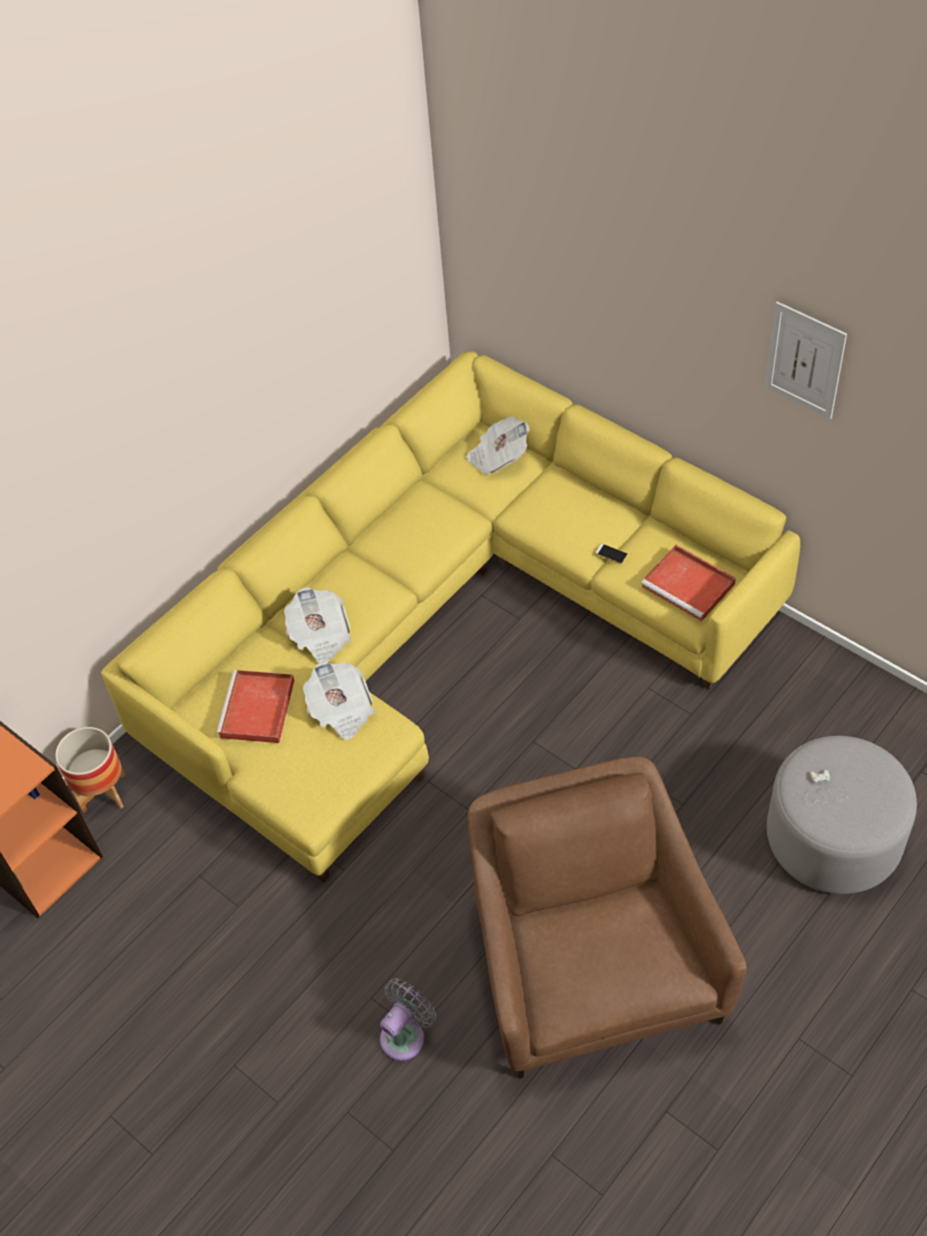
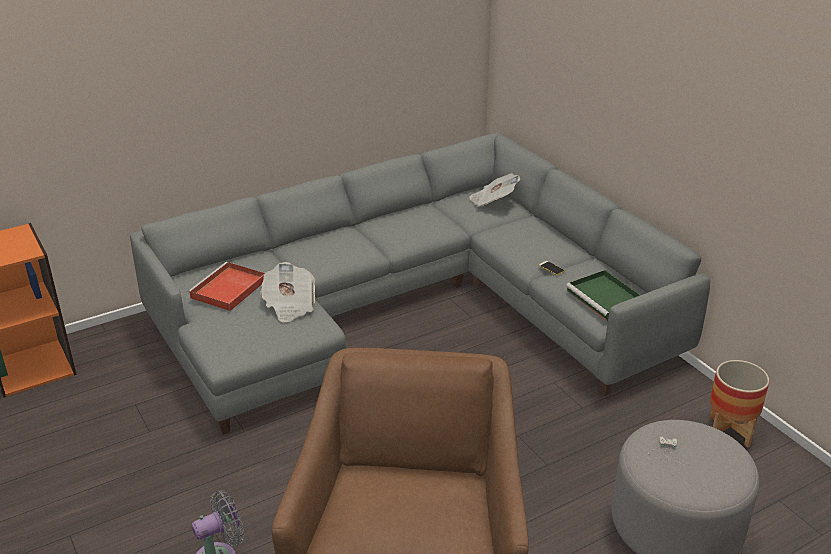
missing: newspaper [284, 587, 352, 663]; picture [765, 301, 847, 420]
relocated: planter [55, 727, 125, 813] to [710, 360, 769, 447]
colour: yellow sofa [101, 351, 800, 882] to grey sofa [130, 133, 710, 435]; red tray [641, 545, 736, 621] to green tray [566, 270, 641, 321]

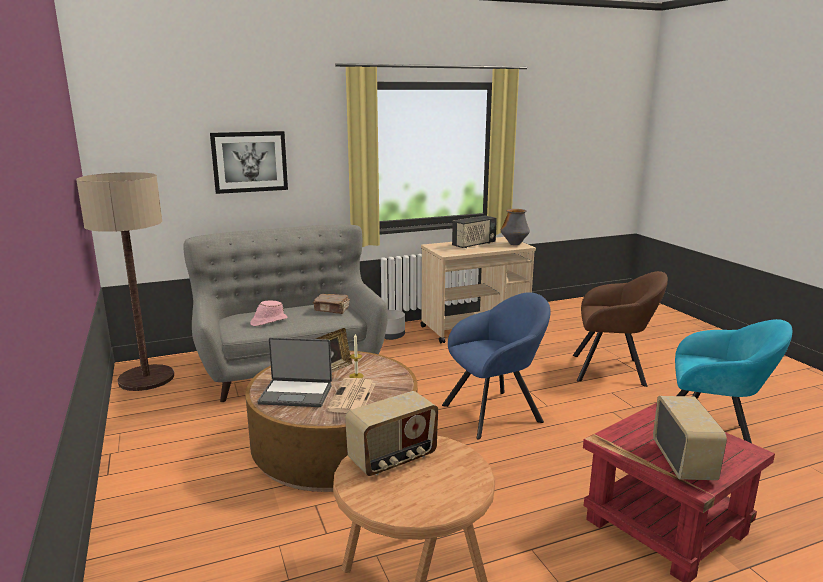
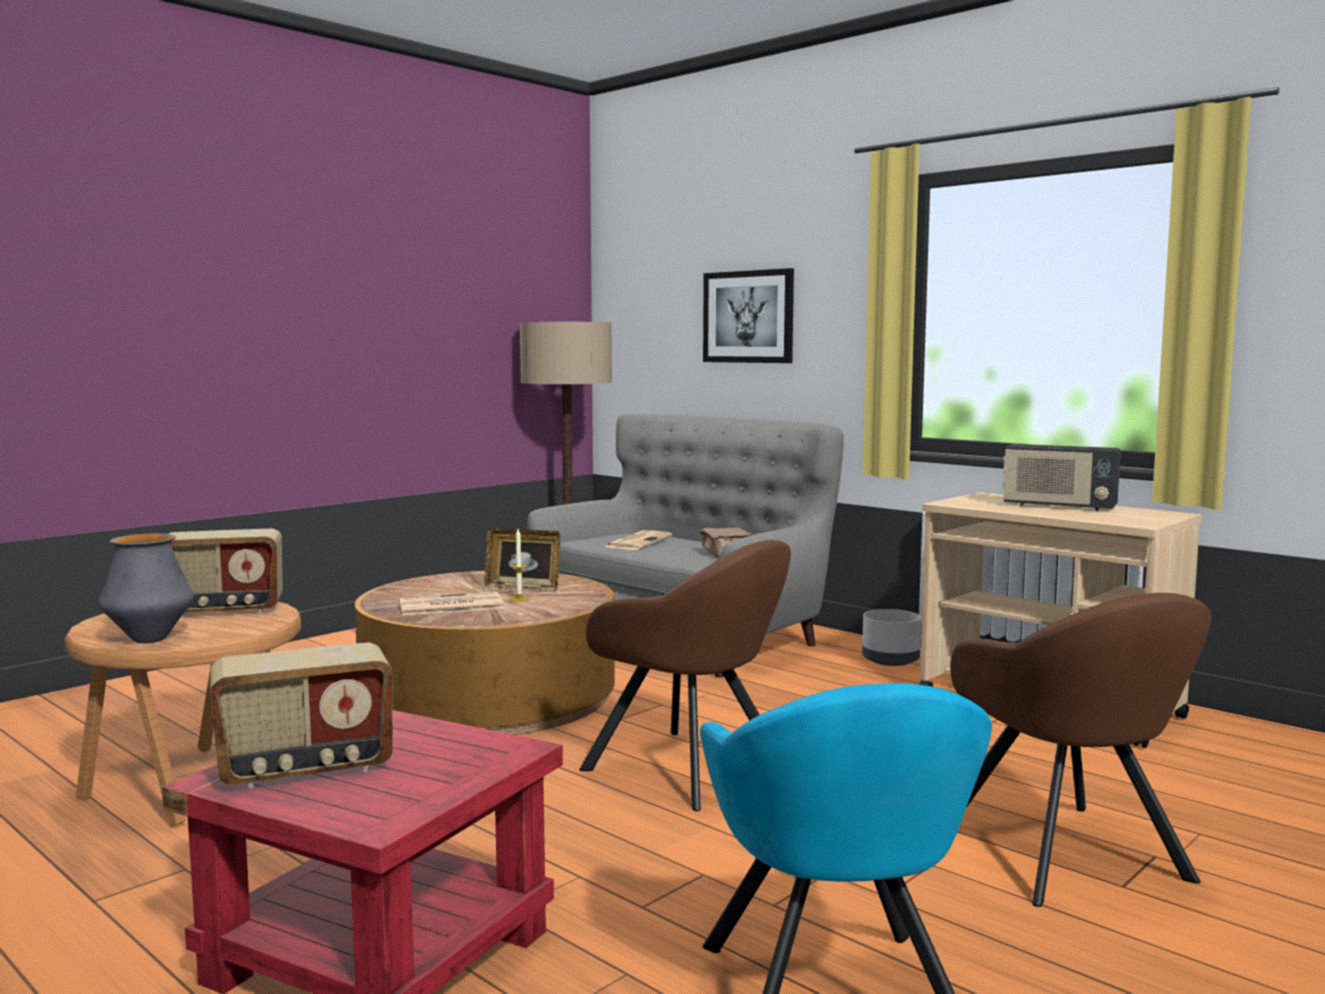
missing: laptop [257, 337, 332, 407]
relocated: vase [501, 209, 530, 245] to [98, 533, 194, 643]
exchanged: pink hat [250, 301, 288, 326] to newspaper [605, 531, 672, 550]
colour: blue armchair [442, 292, 551, 439] to brown armchair [579, 540, 791, 811]
spun: radio [345, 391, 438, 476] = [168, 529, 283, 618] 45 degrees counterclockwise

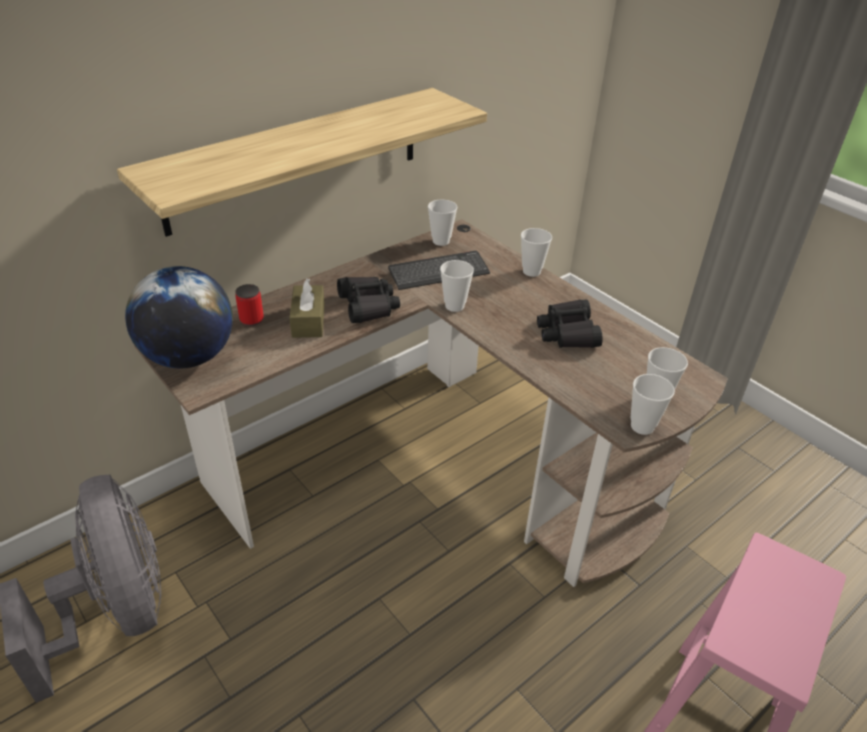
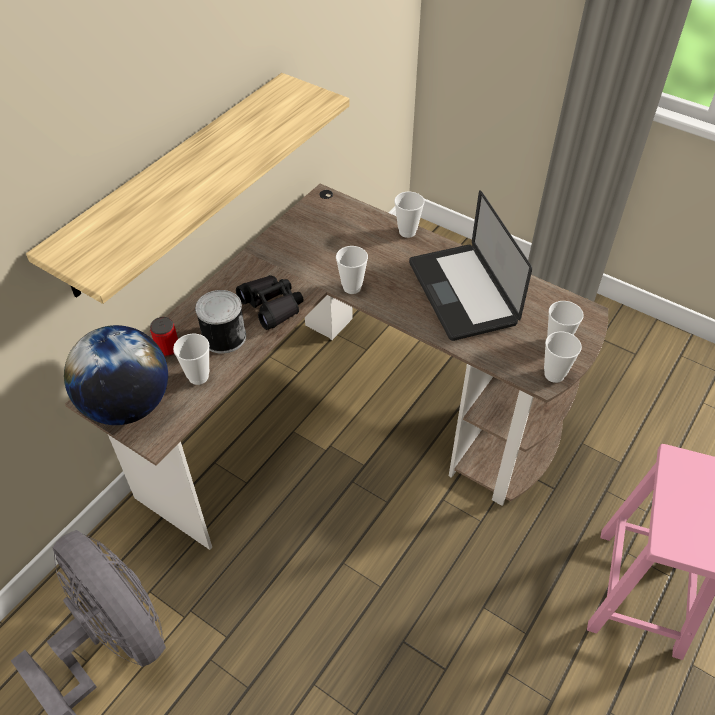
missing: keyboard [388, 251, 490, 290]
relocated: cup [428, 199, 457, 246] to [173, 334, 209, 385]
exchanged: brown tissue box [289, 278, 325, 338] to can [195, 290, 246, 354]; black binoculars [537, 299, 603, 348] to laptop [409, 190, 532, 341]

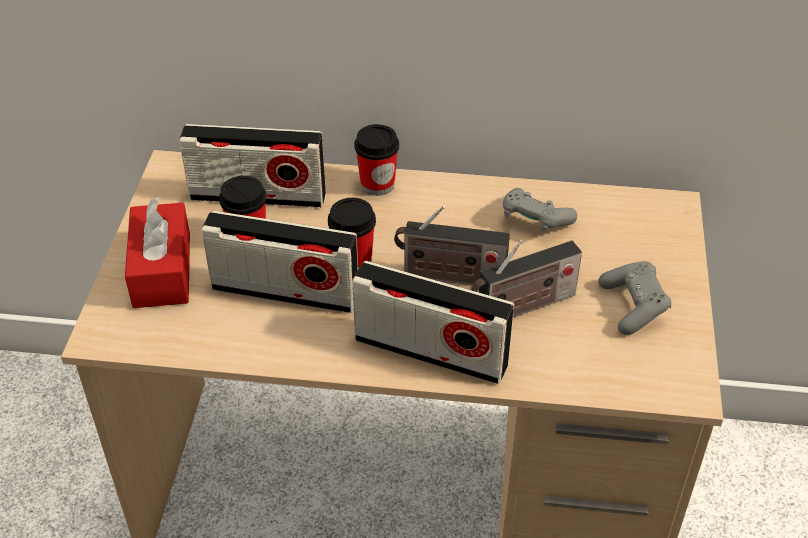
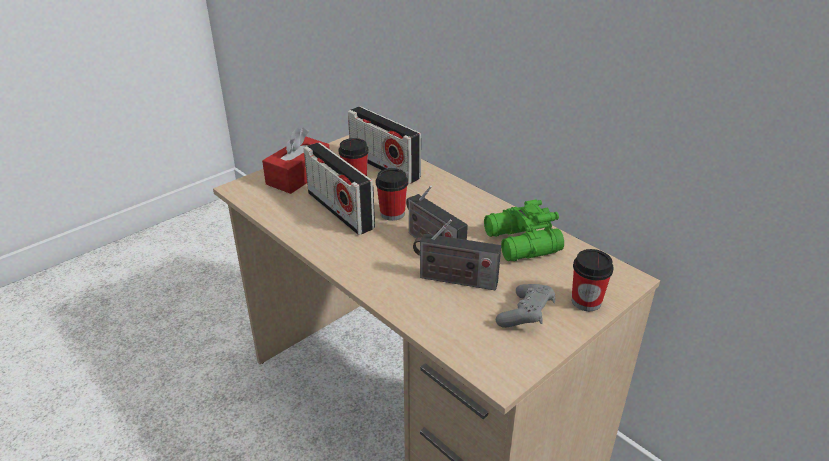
missing: radio [352, 261, 514, 384]
relocated: cup [354, 124, 399, 196] to [572, 249, 614, 311]
exchanged: grey game controller [503, 188, 577, 233] to green binoculars [484, 200, 564, 261]

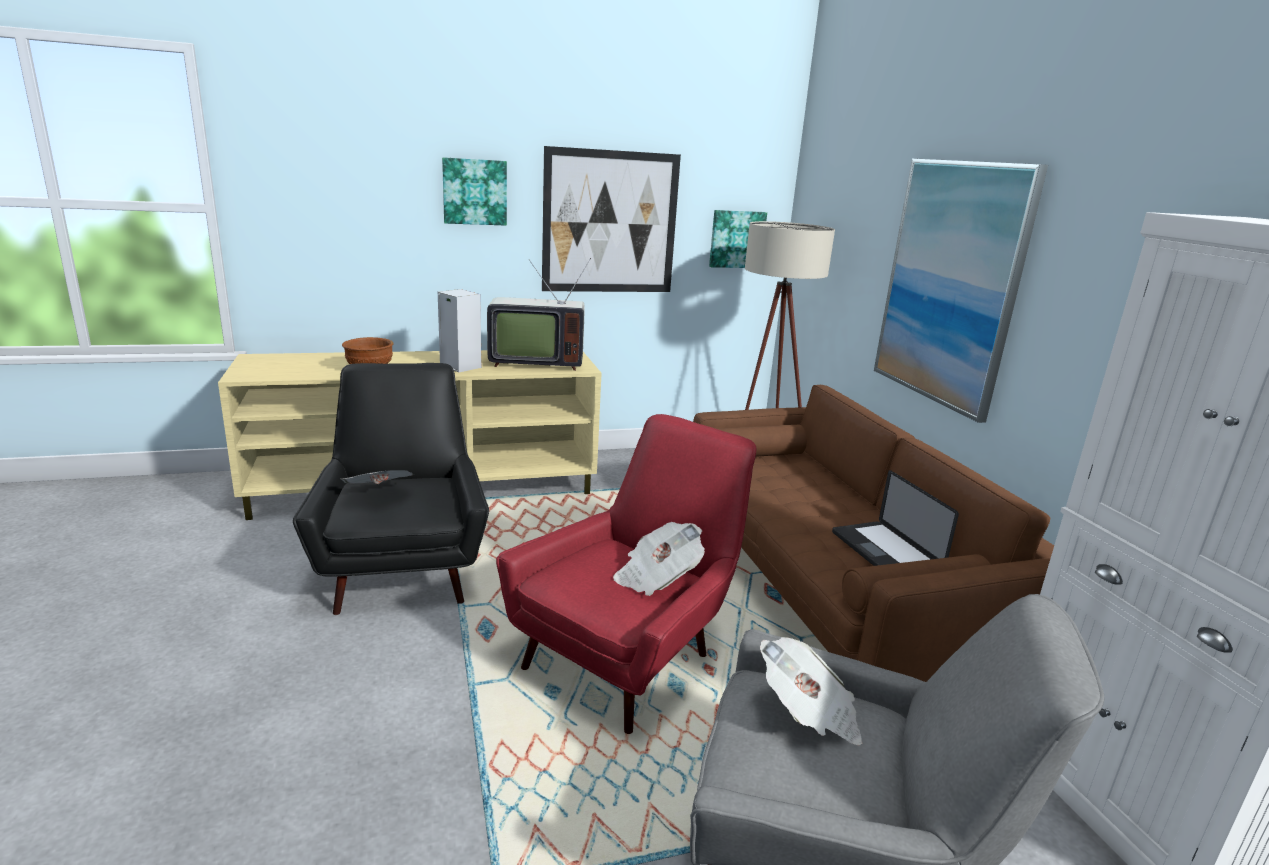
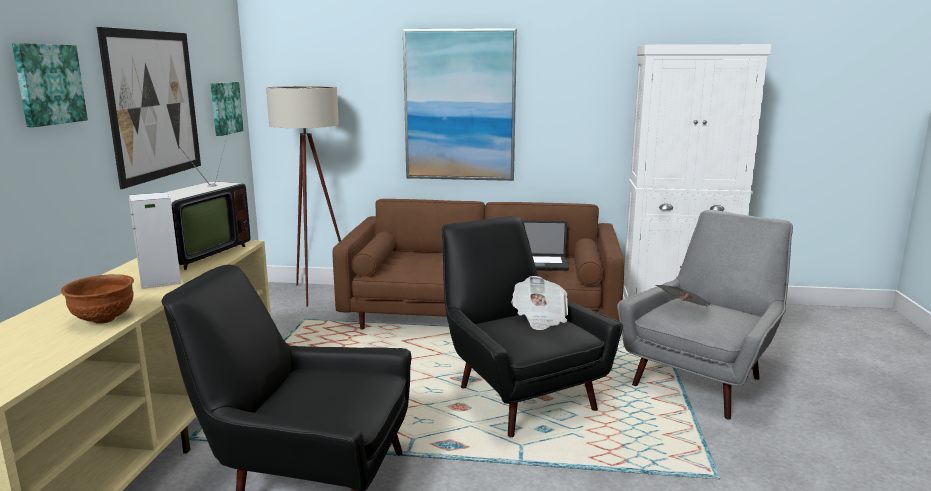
missing: newspaper [341, 470, 414, 484]
colour: red armchair [496, 414, 757, 734] to black armchair [442, 216, 623, 437]

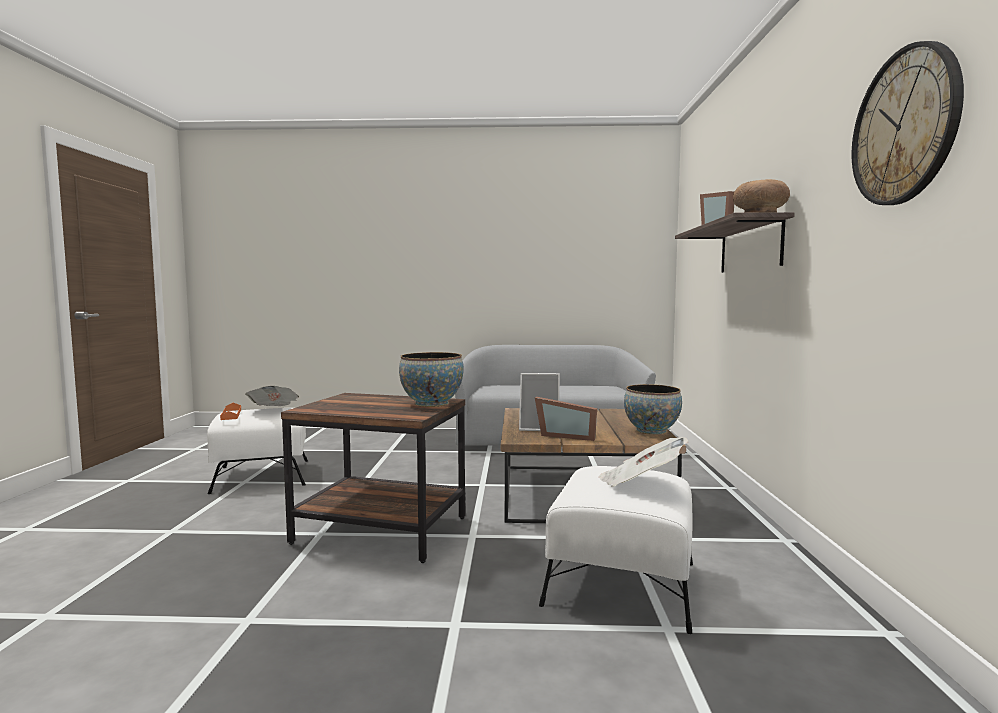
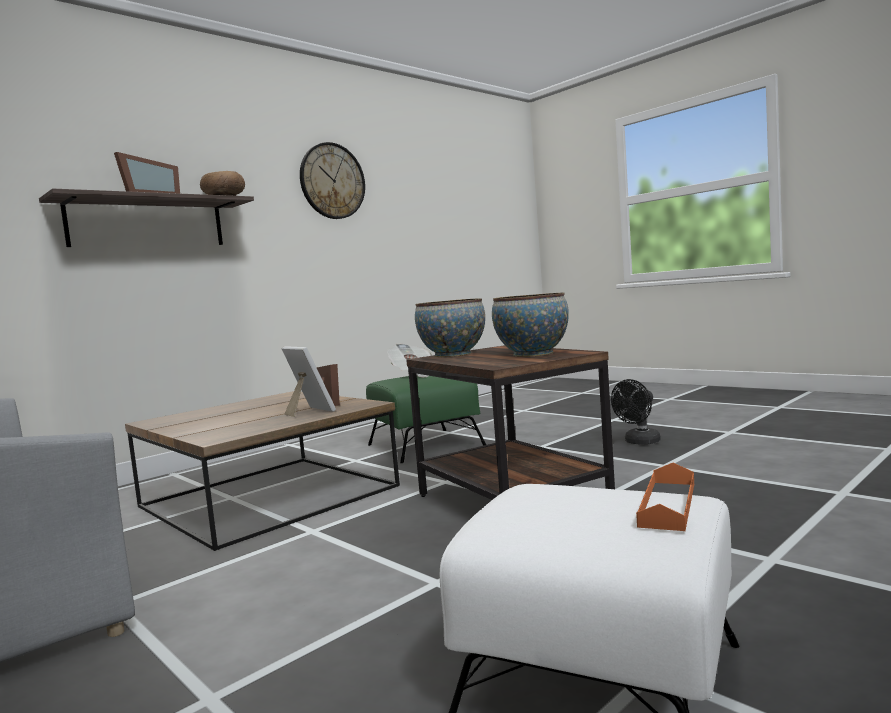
missing: newspaper [245, 386, 299, 406]
appeared: black fan [611, 379, 660, 445]
relocated: bowl [624, 384, 682, 435] to [492, 293, 569, 357]
colour: white ottoman [539, 466, 693, 634] to green ottoman [366, 376, 486, 463]

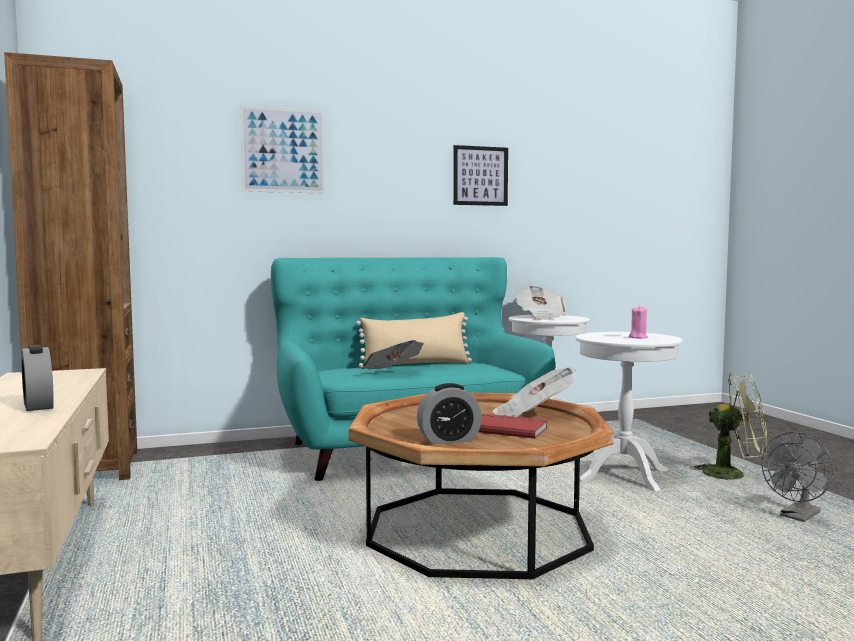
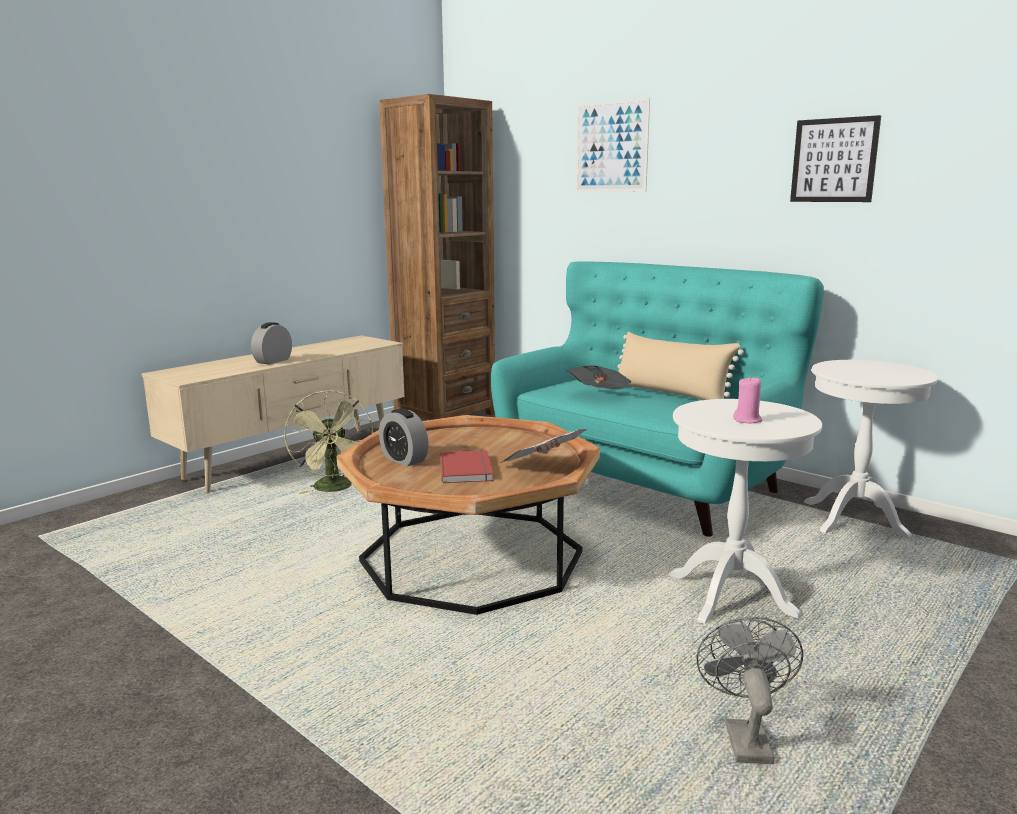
missing: newspaper [516, 286, 566, 320]
relocated: green fan [690, 372, 767, 485] to [284, 390, 373, 494]
spun: grey fan [761, 432, 834, 522] = [696, 617, 803, 764] 75 degrees clockwise

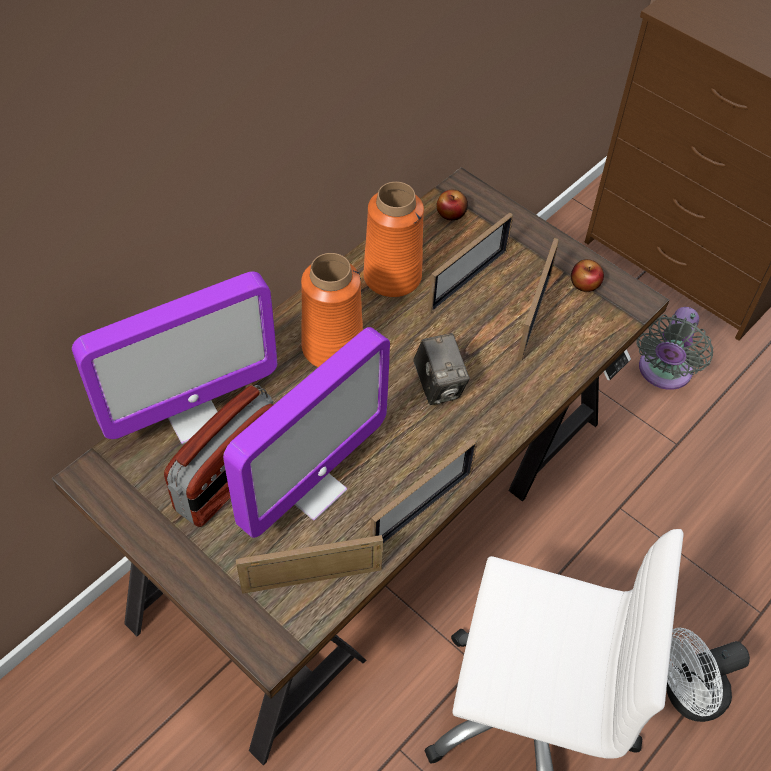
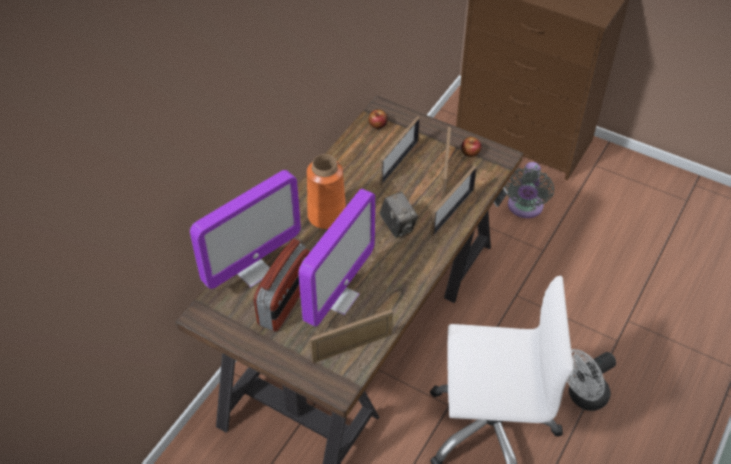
missing: orange vase [363, 182, 424, 297]
relocated: picture frame [370, 438, 477, 545] to [431, 165, 477, 236]

